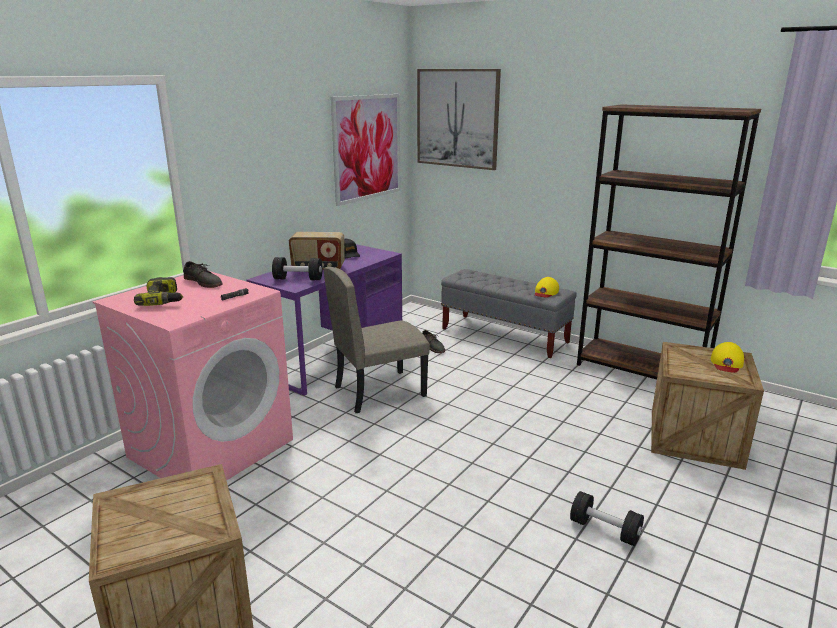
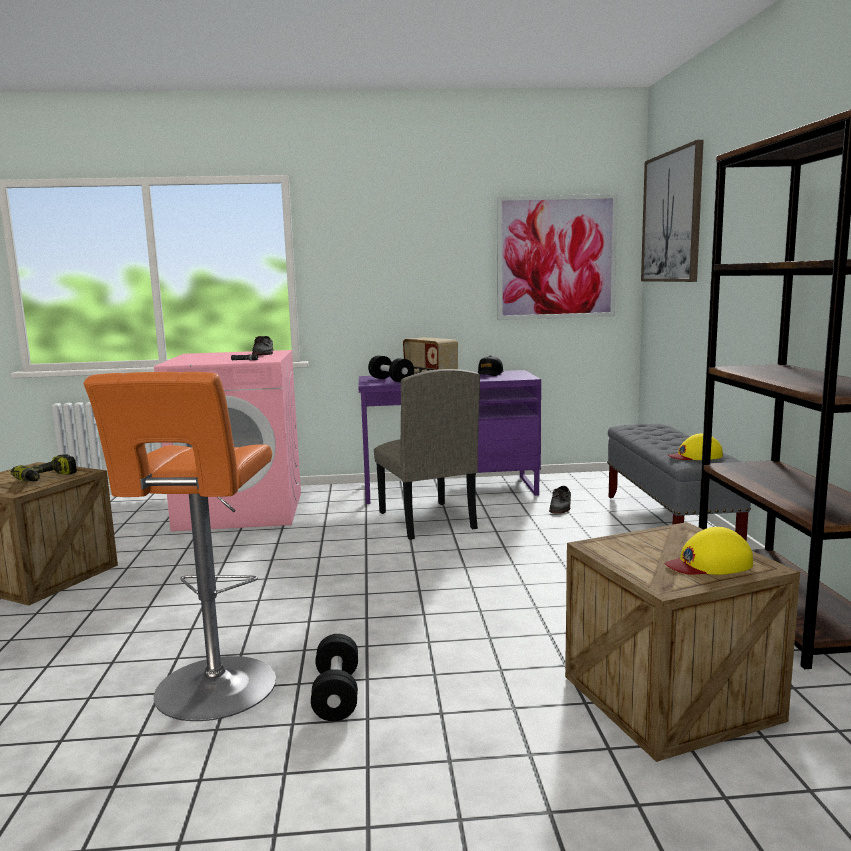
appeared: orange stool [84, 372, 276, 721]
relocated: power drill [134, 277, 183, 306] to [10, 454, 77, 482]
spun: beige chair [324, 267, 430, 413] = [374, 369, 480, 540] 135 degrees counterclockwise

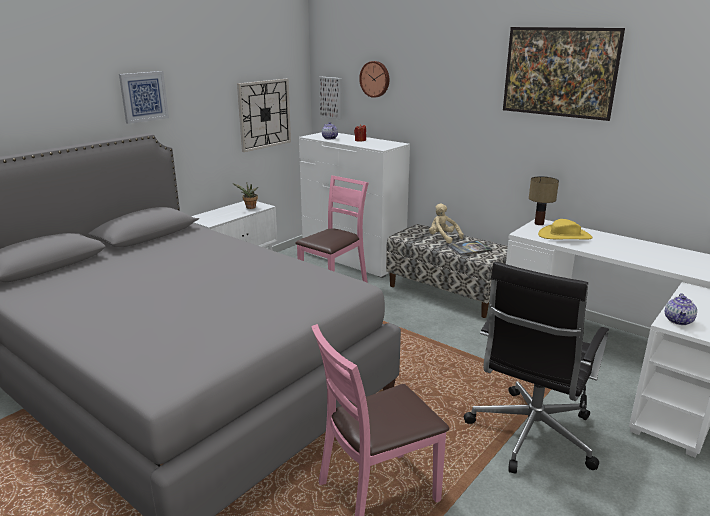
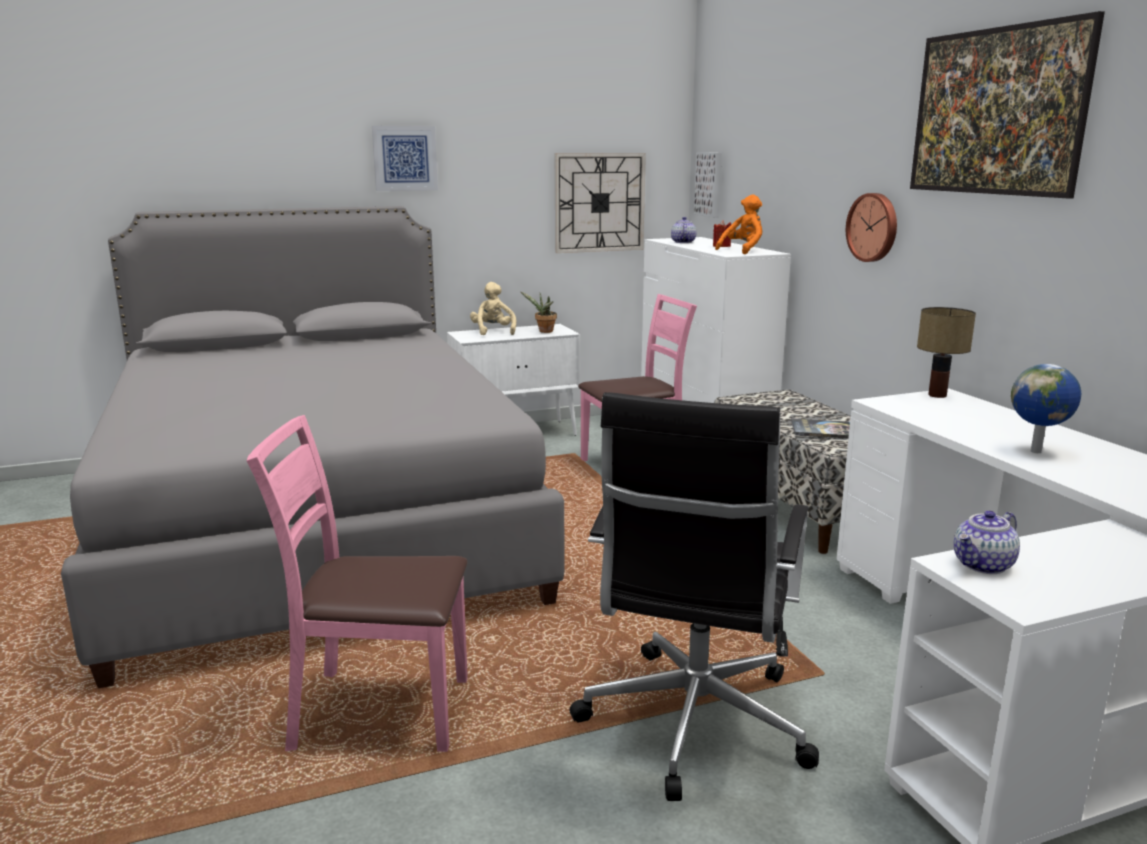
missing: yellow hat [538, 219, 593, 240]
appeared: orange plush toy [715, 195, 762, 254]; globe [1011, 364, 1081, 453]
relocated: wall clock [359, 61, 389, 98] to [846, 193, 897, 262]; beige plush toy [429, 203, 464, 243] to [470, 282, 516, 335]
spun: black office chair [464, 262, 609, 474] = [570, 392, 819, 801] 45 degrees counterclockwise

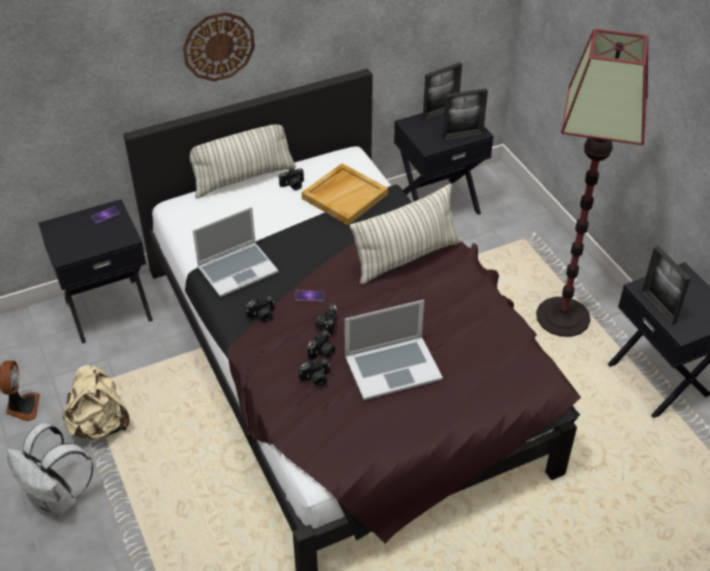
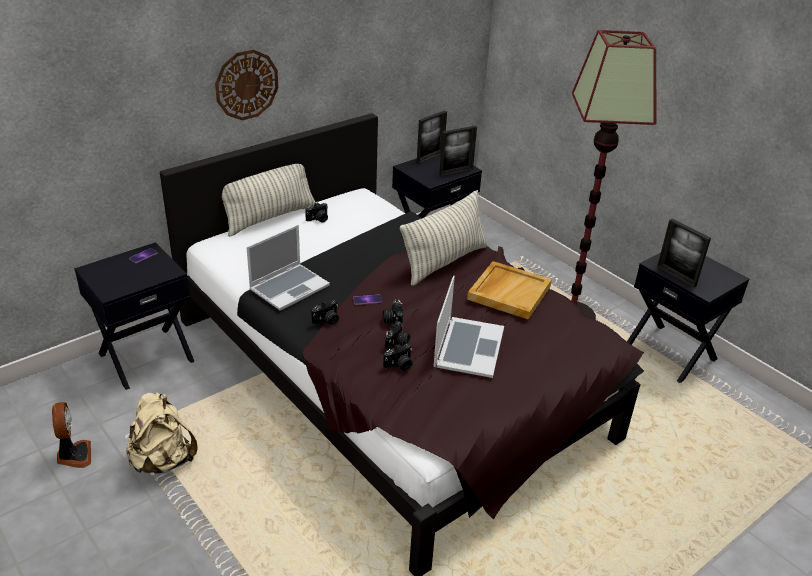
missing: white backpack [7, 423, 93, 518]
relocated: beige tray [302, 163, 388, 225] to [467, 261, 552, 320]
spun: laptop [345, 300, 443, 400] = [434, 276, 504, 378] 45 degrees counterclockwise

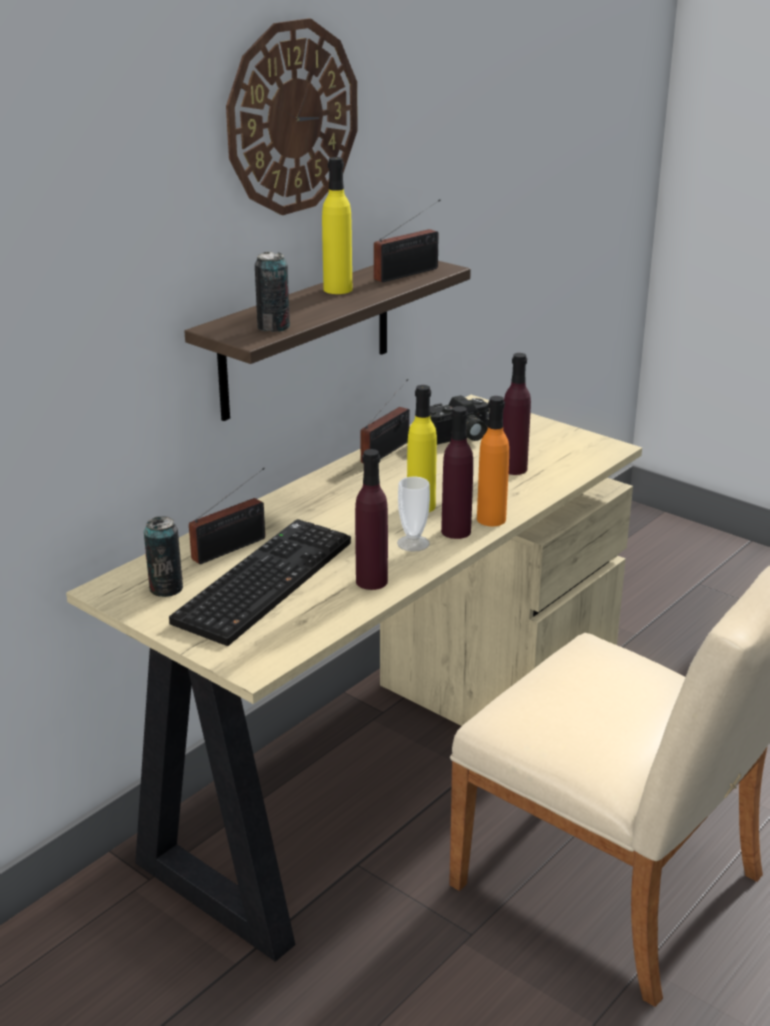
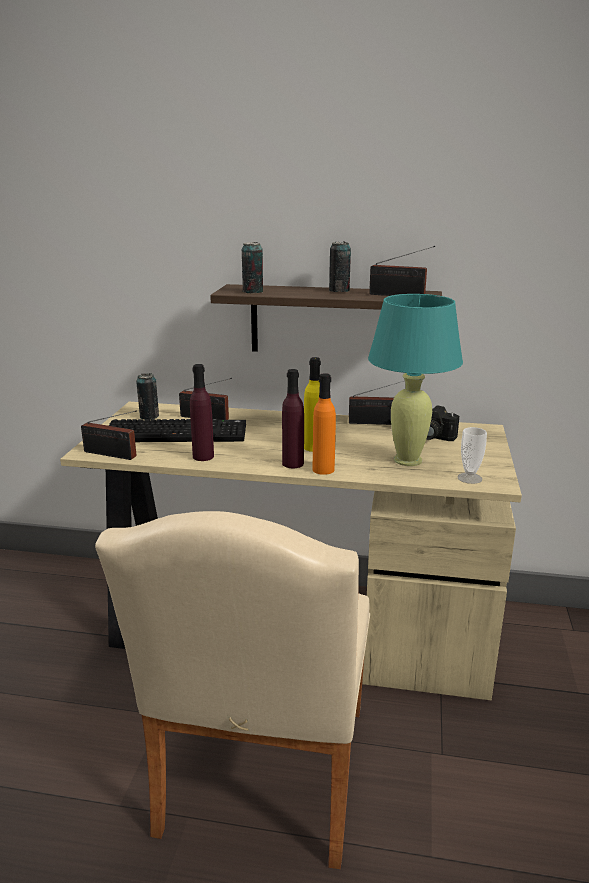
missing: wall clock [226, 18, 358, 215]
appeared: radio [81, 410, 137, 460]
relocated: cup [397, 476, 430, 552] to [457, 427, 487, 484]
exchanged: yellow bottle [322, 157, 352, 294] to can [329, 242, 351, 292]; purple bottle [503, 353, 531, 475] to turquoise table lamp [368, 294, 463, 466]

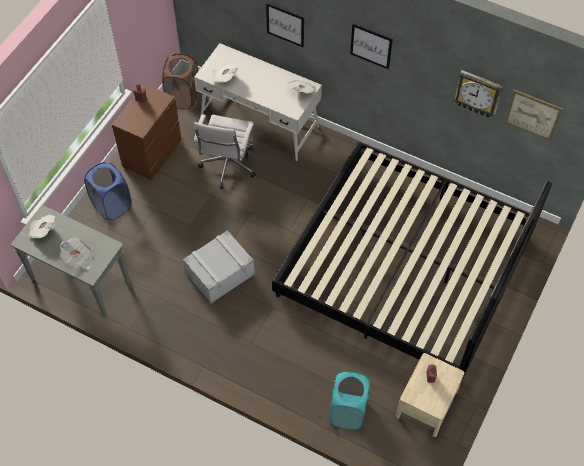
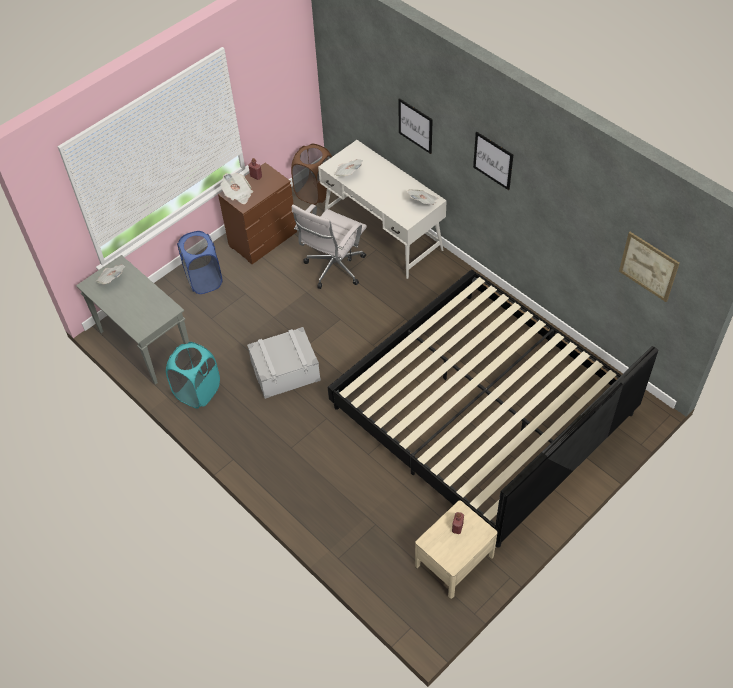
missing: wall clock [454, 70, 503, 118]
relocated: newspaper [60, 238, 94, 269] to [221, 173, 253, 204]; turquoise laundry basket [329, 371, 370, 430] to [166, 342, 220, 409]

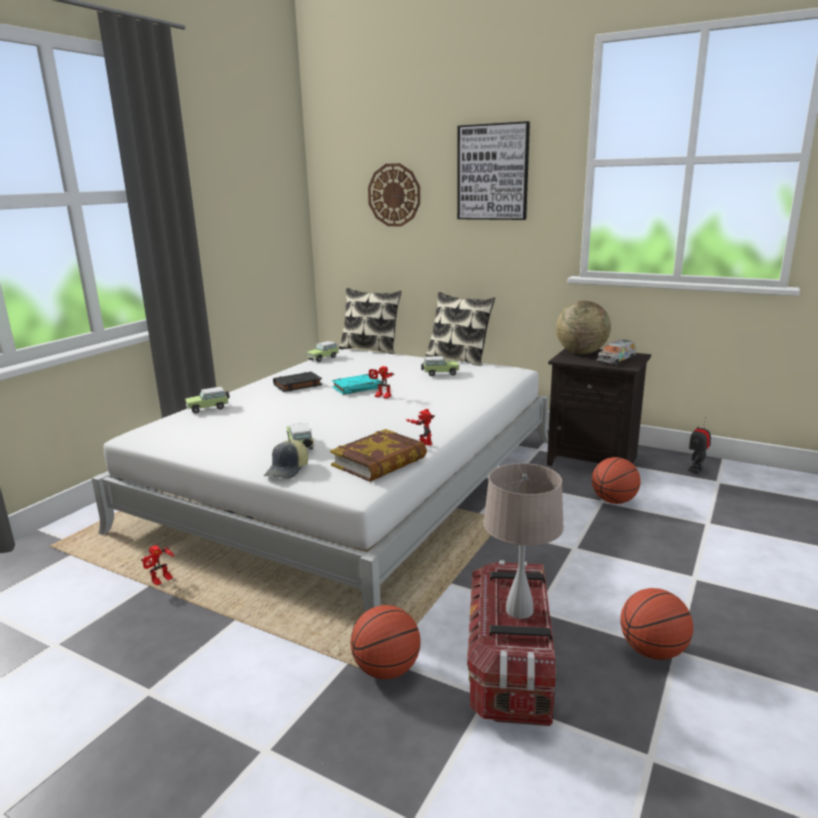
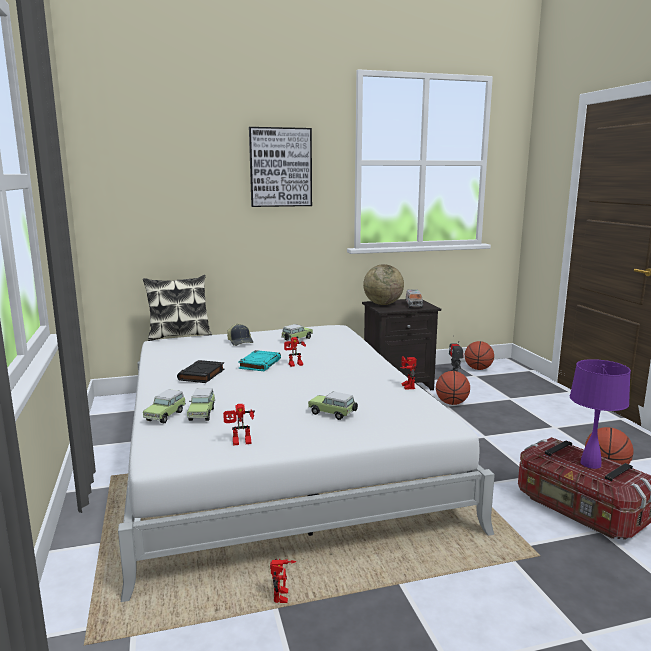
missing: book [330, 429, 427, 482]; wall clock [368, 163, 420, 226]; pillow [425, 292, 495, 366]
appeared: toy robot [223, 404, 255, 445]
relocated: cap [264, 440, 308, 479] to [227, 323, 253, 346]; toy car [306, 341, 339, 362] to [187, 388, 215, 421]; basketball [351, 605, 420, 679] to [465, 341, 494, 370]
colour: beige table lamp [483, 463, 564, 619] to purple table lamp [570, 359, 631, 469]

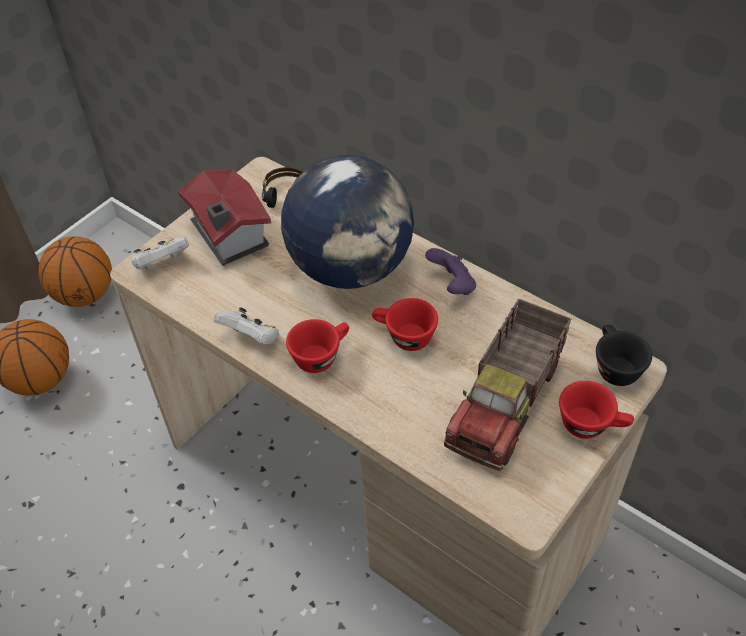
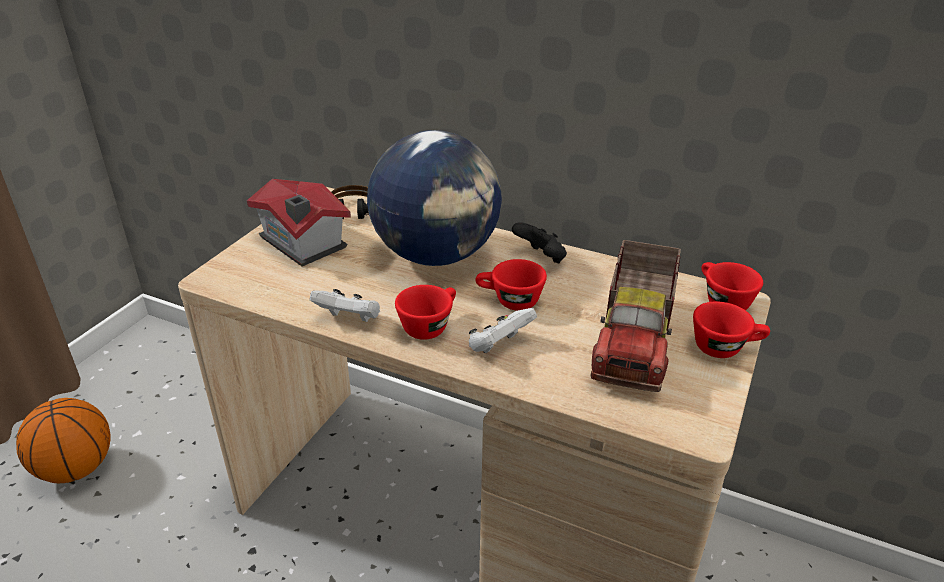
missing: basketball [39, 236, 112, 307]
relocated: white game controller [132, 237, 189, 270] to [469, 308, 537, 353]
colour: purple game controller [425, 248, 476, 295] to black game controller [512, 222, 567, 263]; black cup [596, 325, 652, 386] to red cup [701, 262, 763, 310]

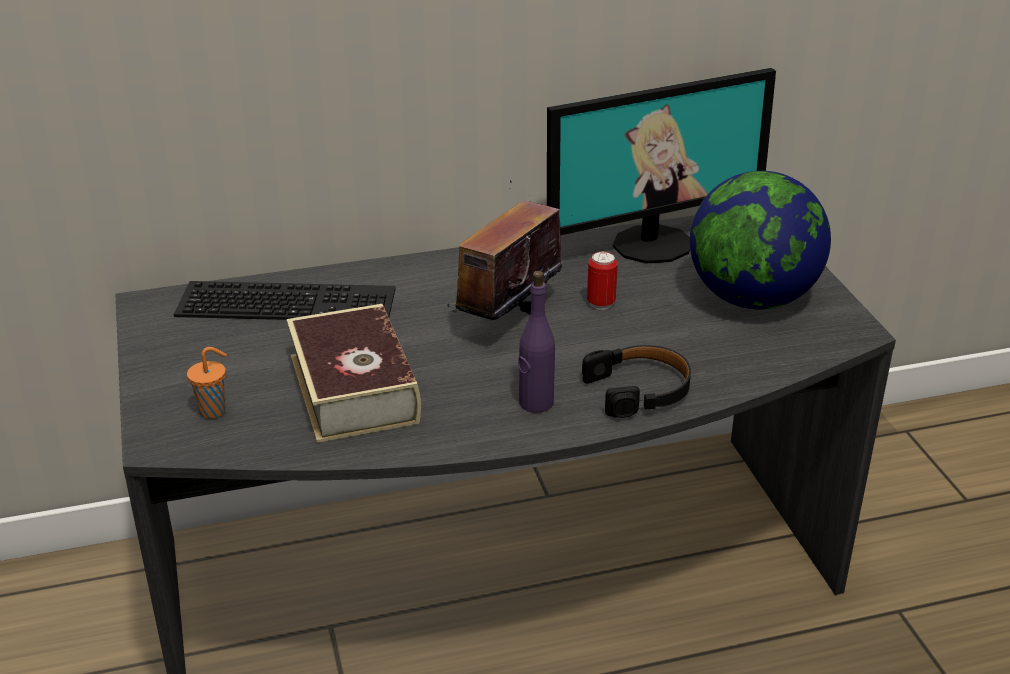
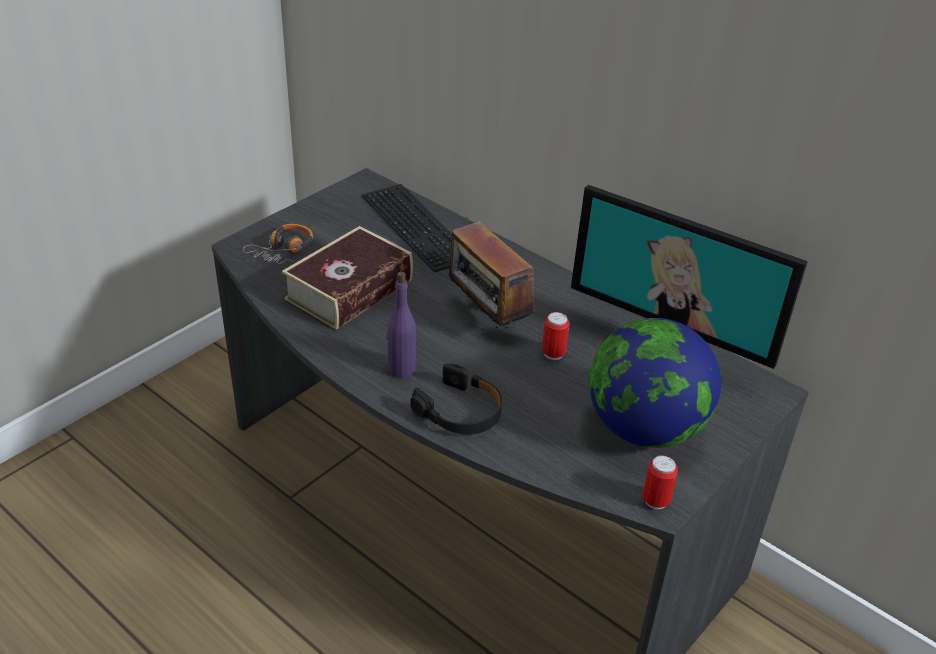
appeared: can [643, 455, 678, 509]
exchanged: orange cup [187, 347, 227, 419] to headphones [243, 224, 313, 264]
spun: radio [448, 181, 572, 320] = [449, 217, 535, 329] 120 degrees counterclockwise

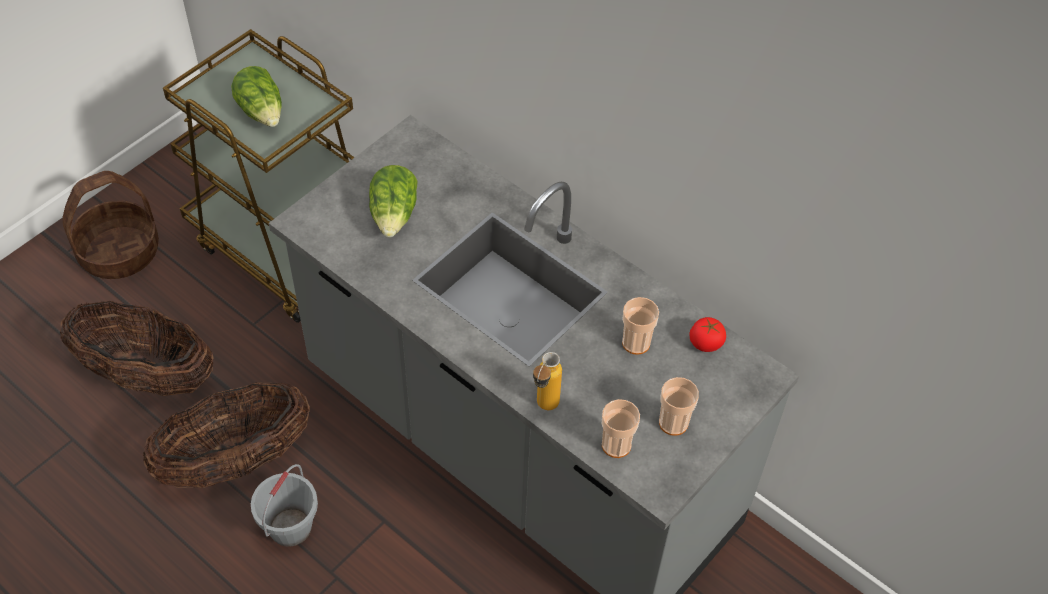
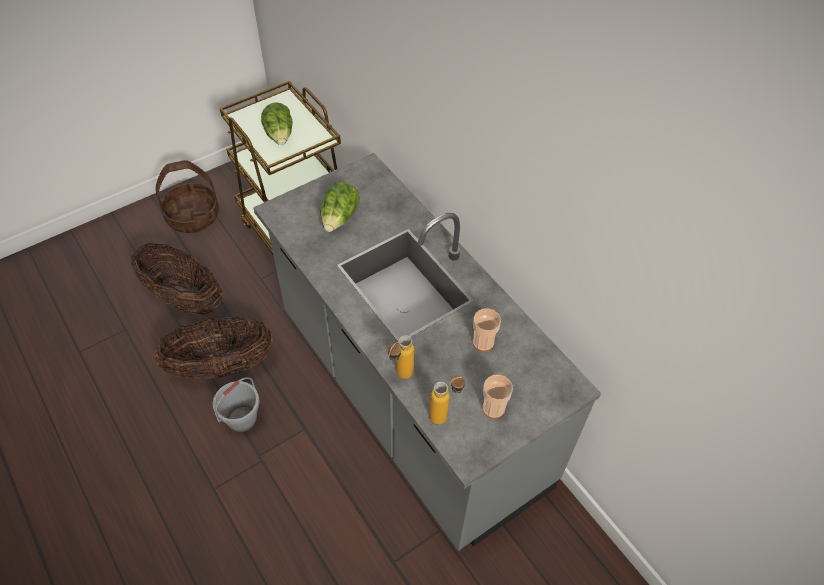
missing: tomato [689, 317, 726, 352]
exchanged: cup [602, 399, 640, 458] to bottle [429, 376, 466, 425]

